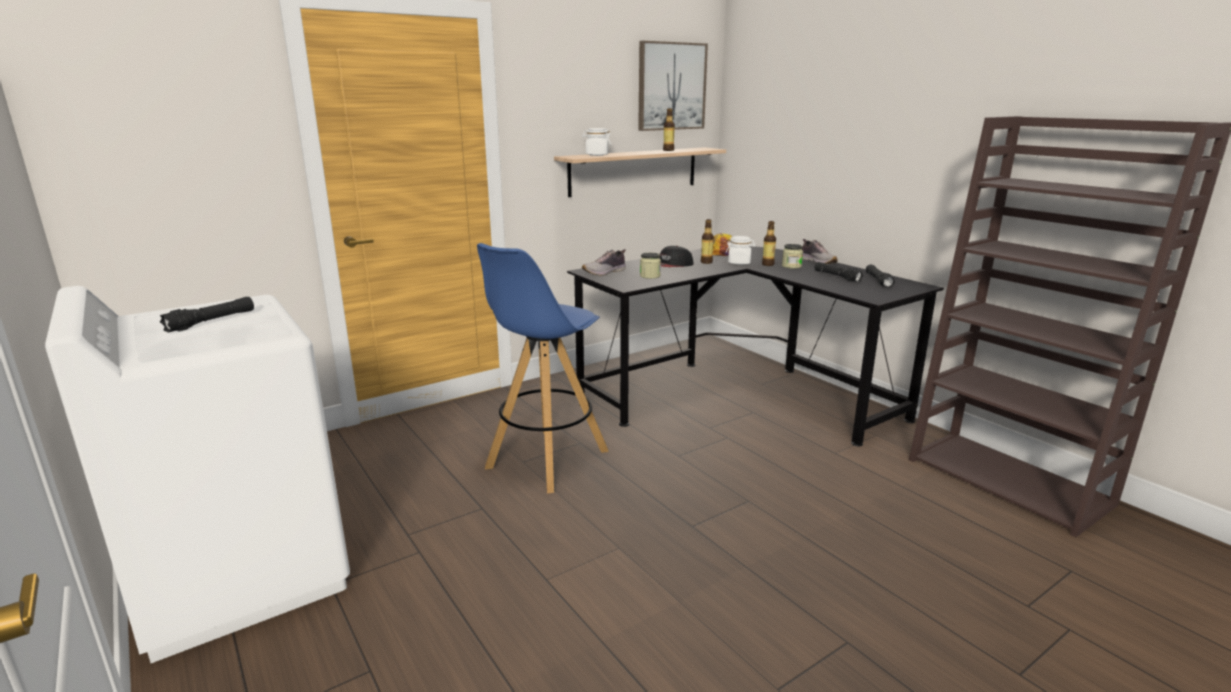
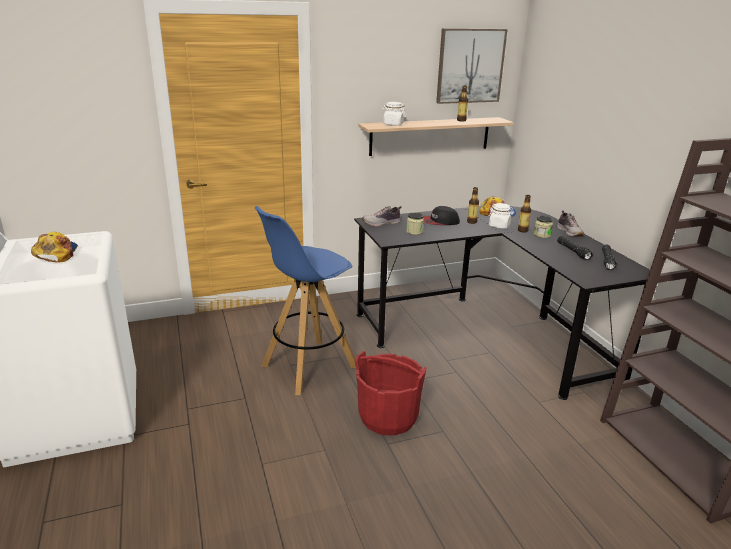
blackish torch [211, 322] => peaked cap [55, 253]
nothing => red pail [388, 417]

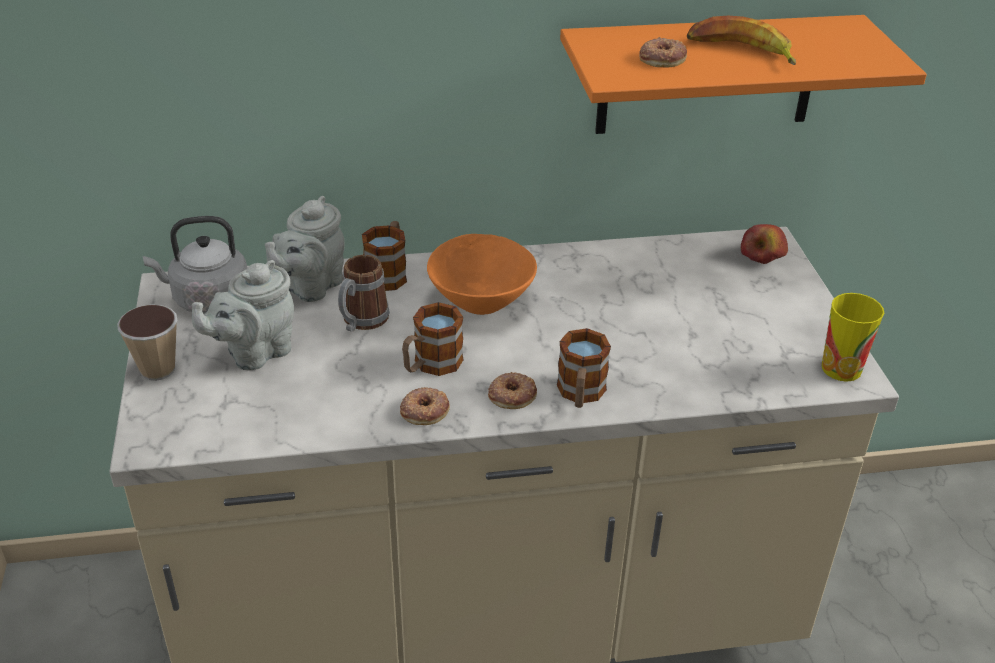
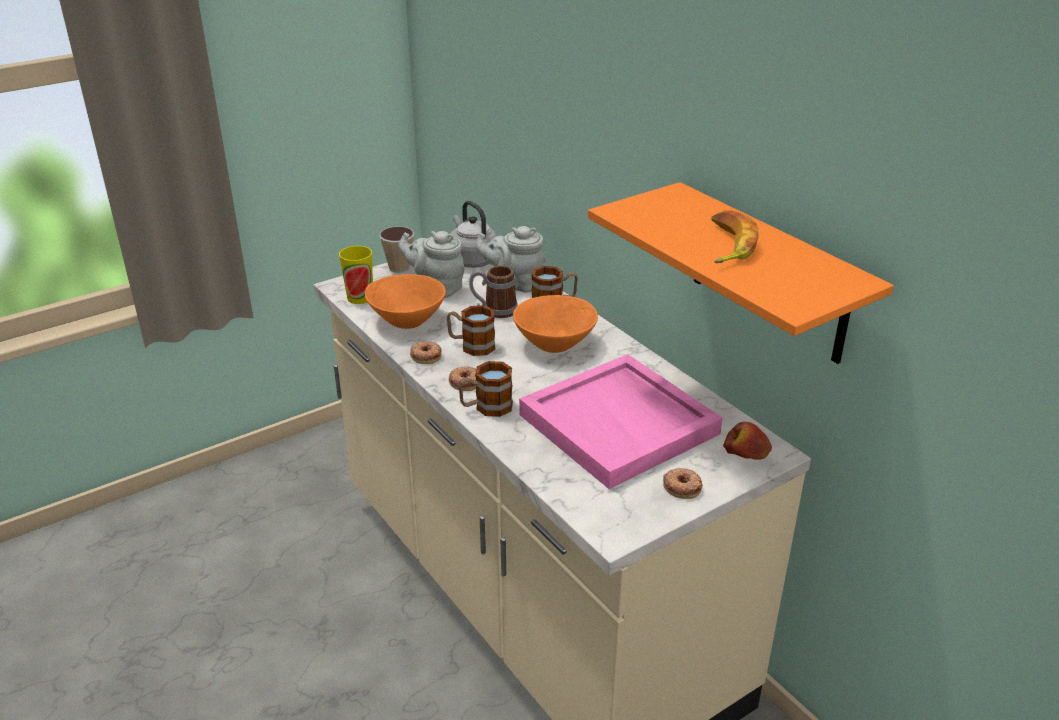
drinking cup [841, 368] => drinking cup [360, 297], moved
nothing => orange deep dish [406, 320]
nothing => pink tray [620, 424]
donut [662, 58] => donut [682, 486], moved

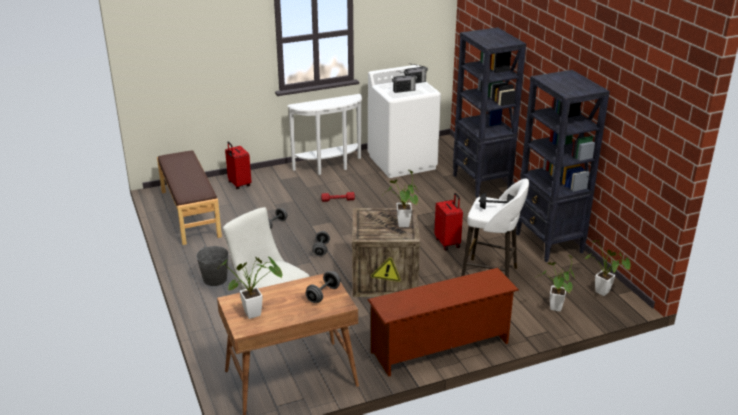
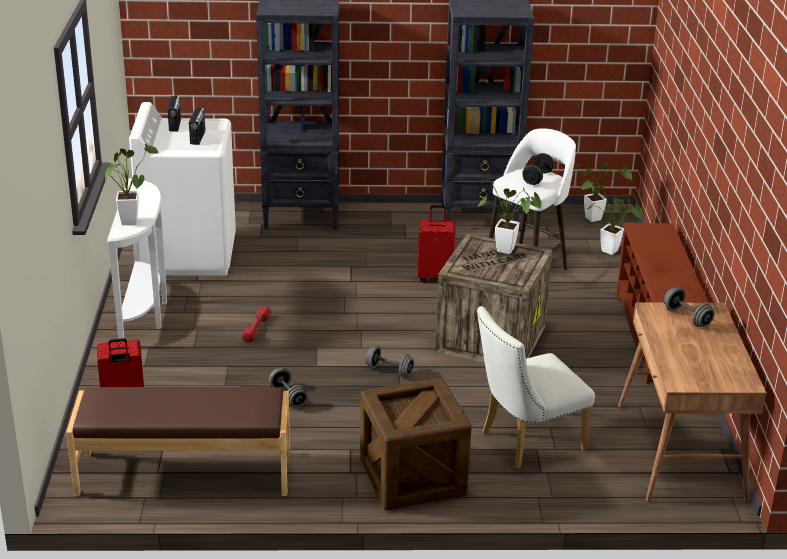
plant in a pot [256, 313] => plant in a pot [130, 220], moved
greyish pail [215, 279] => crate [412, 477]

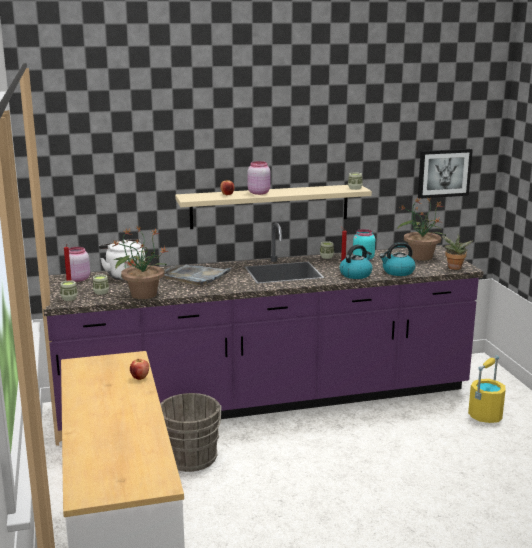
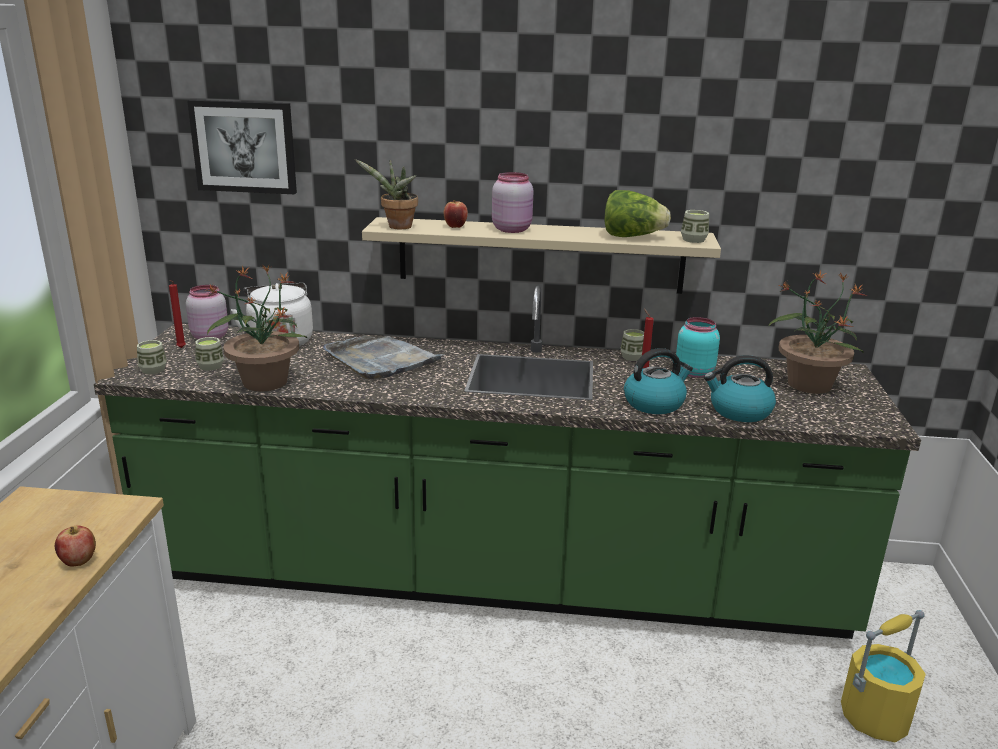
purplish kitchen counter [266, 400] => greenish kitchen counter [494, 578]
wall picture [444, 173] => wall picture [244, 146], moved
plant in a pot [454, 268] => plant in a pot [397, 227], moved
nothing => lettuce head [632, 237]
greyish pail [190, 459] => nothing

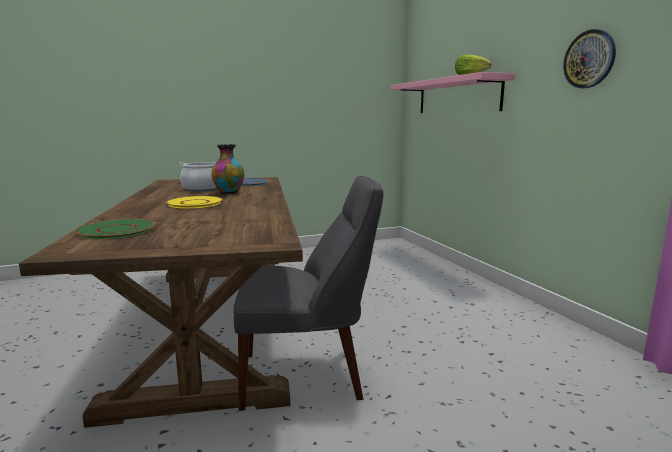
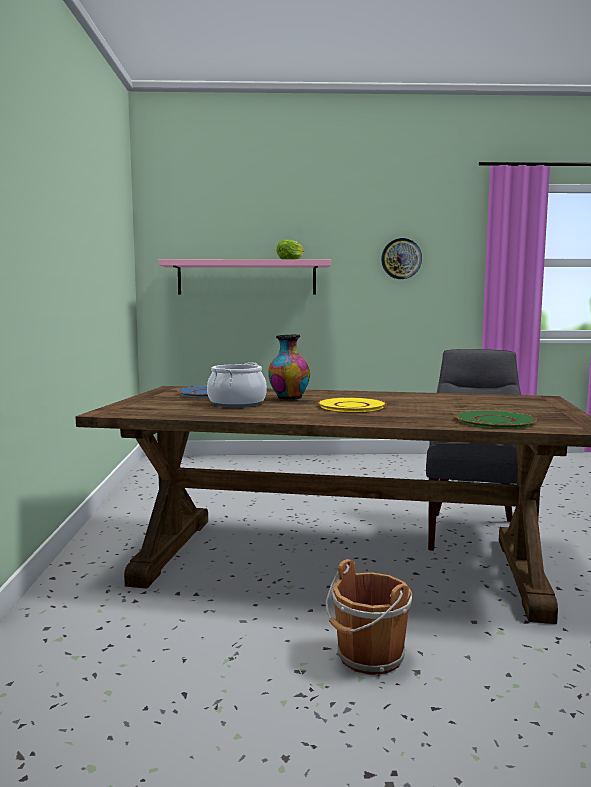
nothing => brown-coloured pail [368, 657]

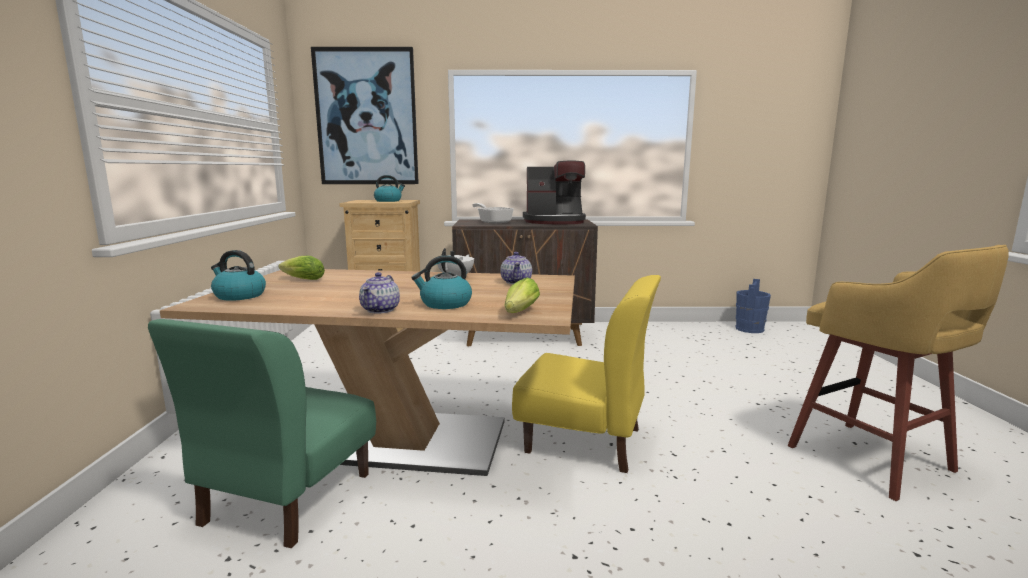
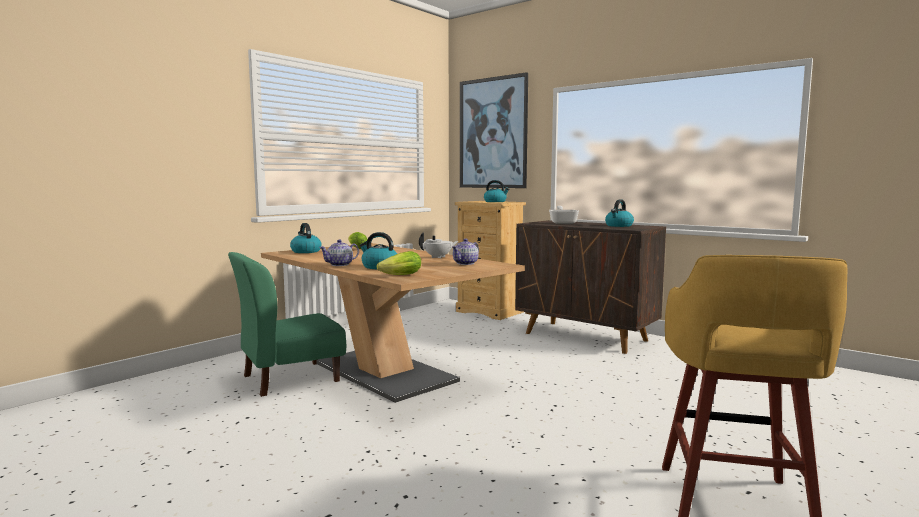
coffee brewer [554, 221] => water kettle [619, 226]
yellow-coloured chair [584, 440] => nothing
blue-coloured pail [749, 329] => nothing

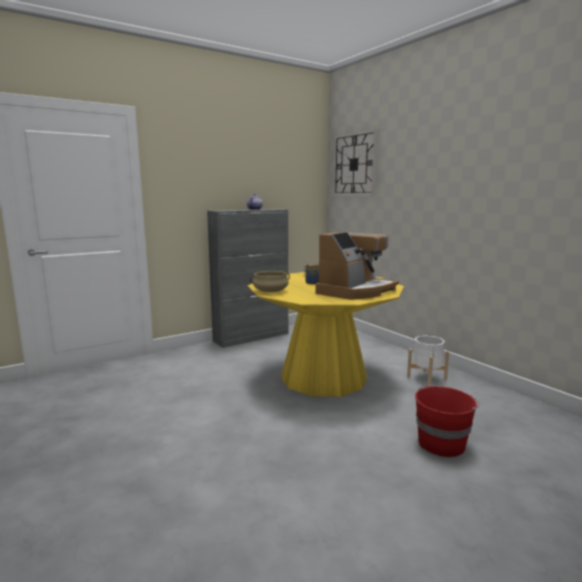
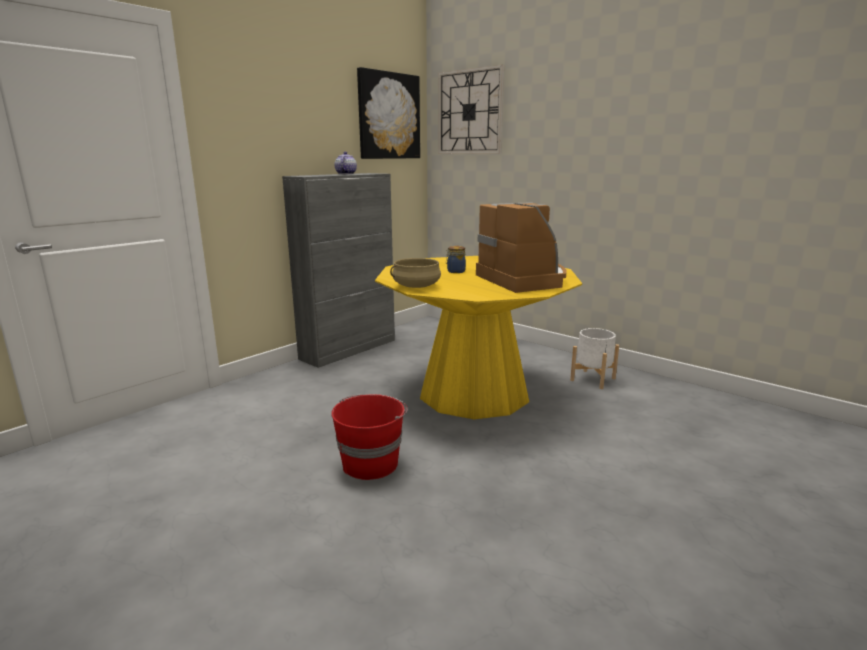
red pail [441, 443] => red pail [371, 463], moved
nothing => wall picture [388, 116]
coffee brewer [355, 291] => coffee brewer [524, 279], 45 degrees counterclockwise

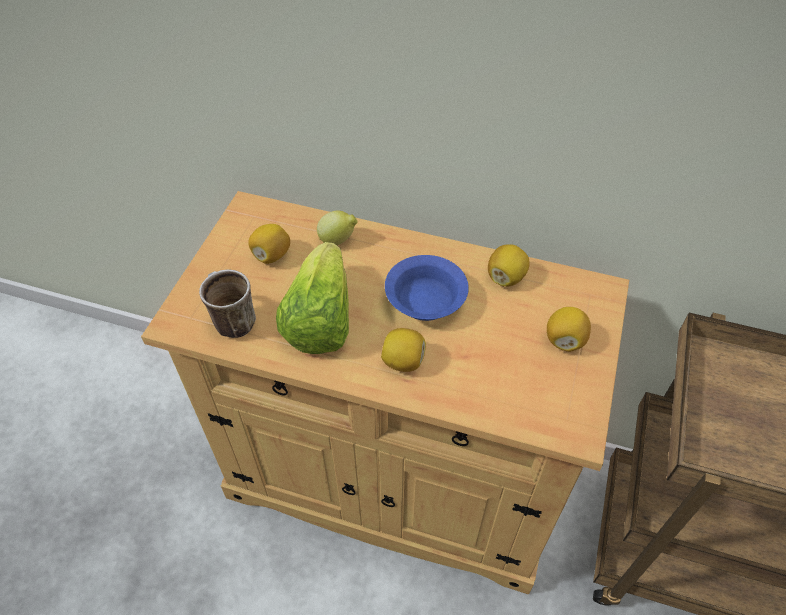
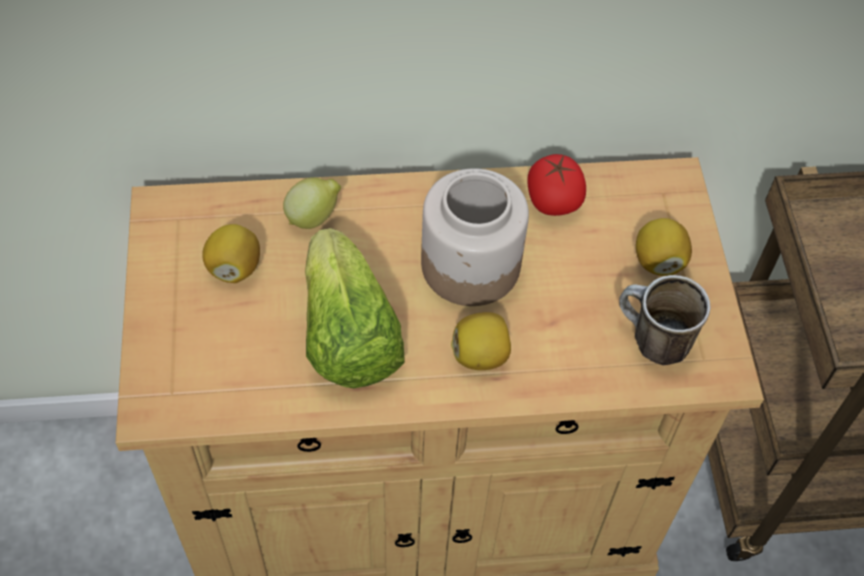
blue-coloured deep dish [427, 301] => storage jar [472, 265]
citrus fruit [506, 277] => whole tomato [553, 201]
tea mug [230, 321] => tea mug [650, 342], moved

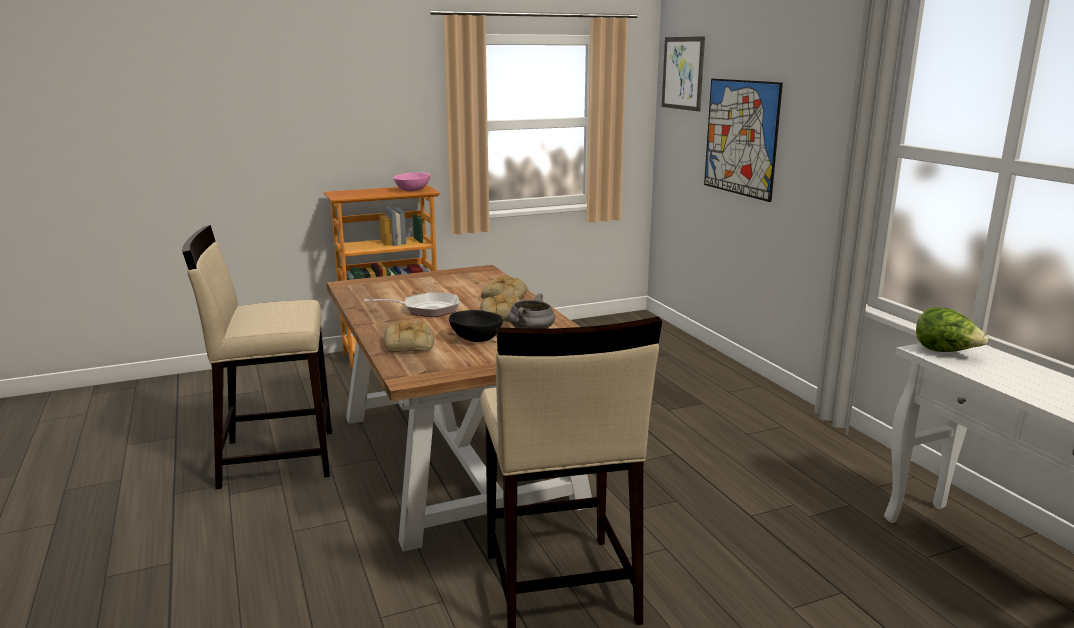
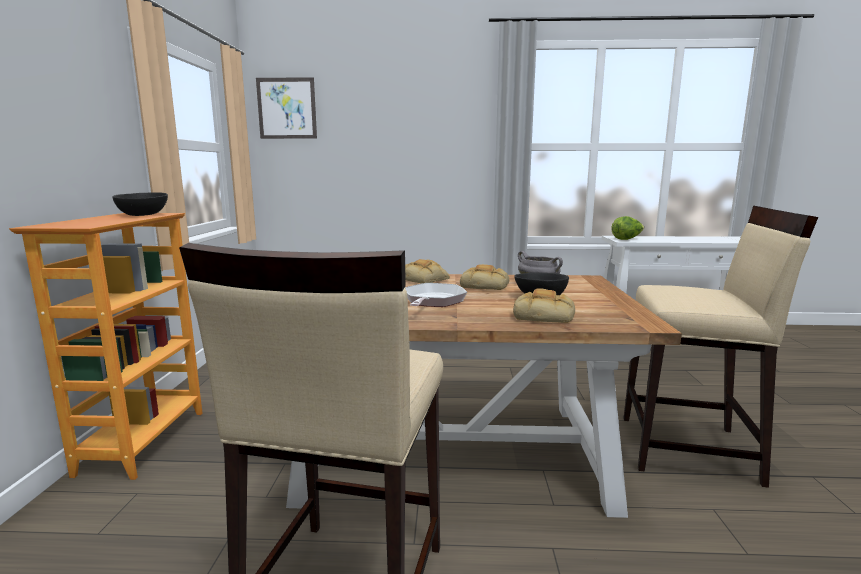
pink deep dish [413, 190] => blackish deep dish [143, 215]
wall picture [741, 137] => nothing

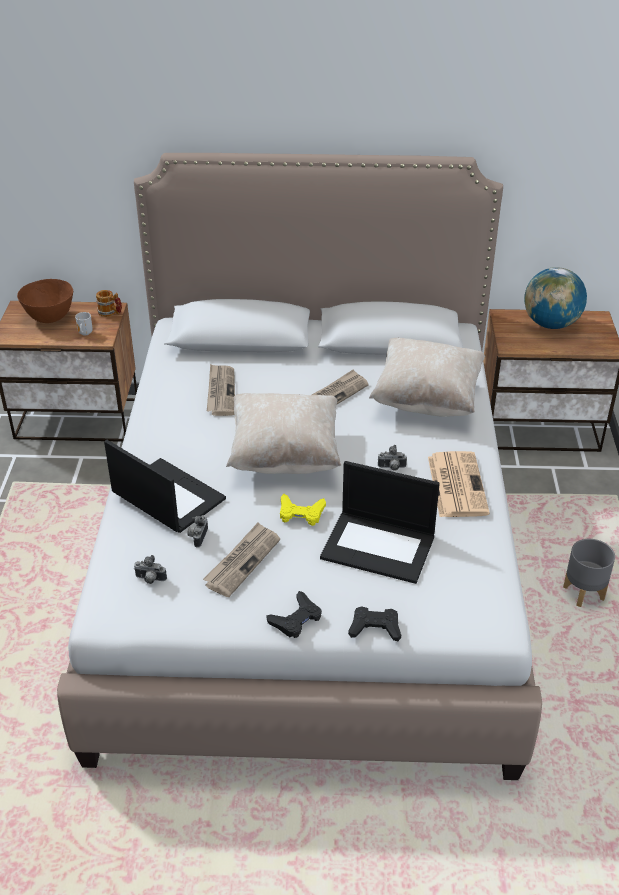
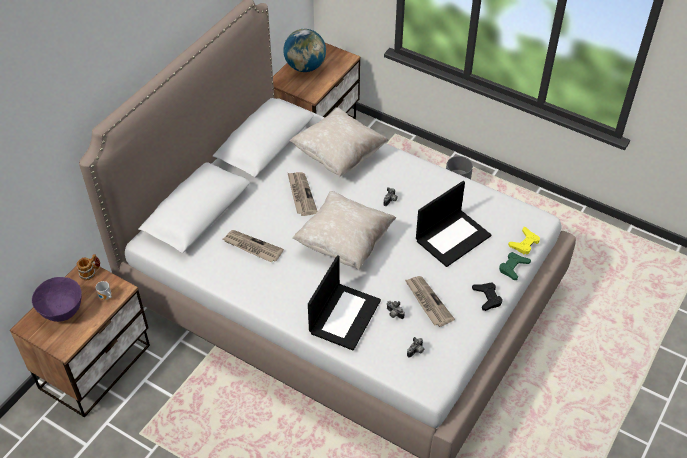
brown-coloured deep dish [50, 318] => purplish deep dish [63, 312]
portable computer [166, 496] => portable computer [344, 315], 135 degrees clockwise
blackish gamepad [375, 628] => greenish gamepad [513, 267]
yellow-coloured gamepad [301, 513] => yellow-coloured gamepad [524, 243], moved
printed paper [456, 484] => nothing

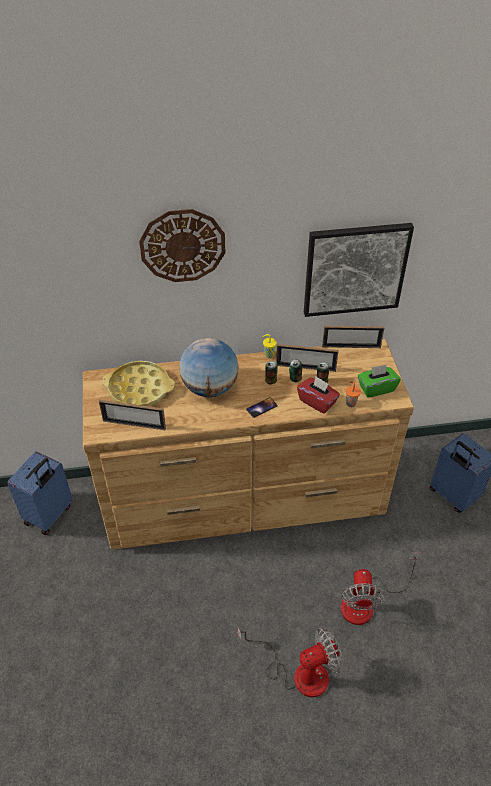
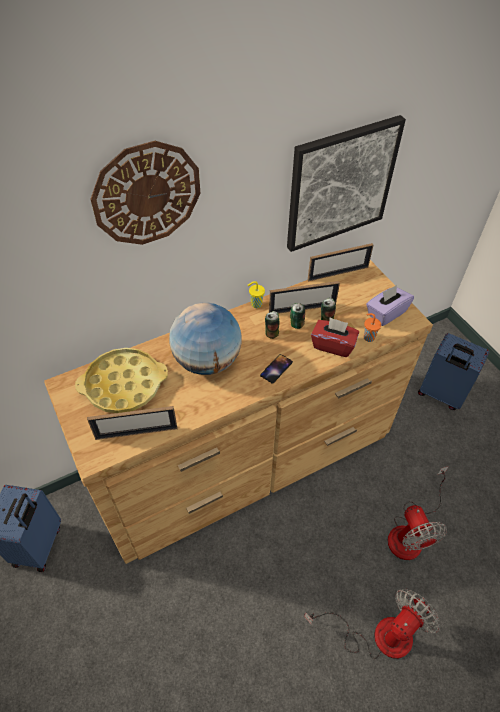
greenish tissue holder [376, 388] => purplish tissue holder [386, 313]

